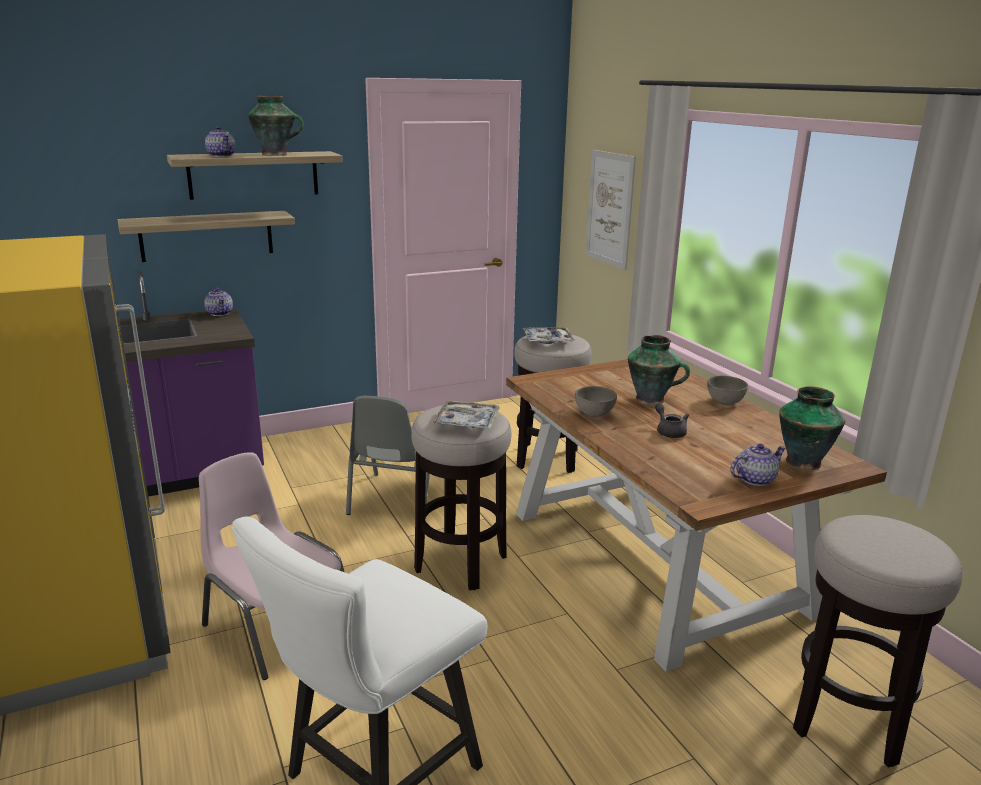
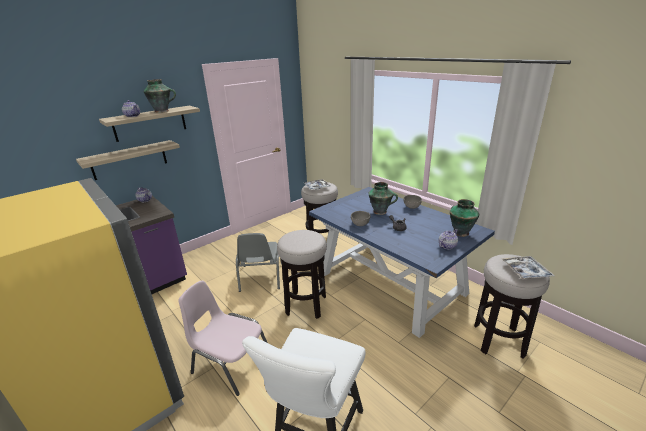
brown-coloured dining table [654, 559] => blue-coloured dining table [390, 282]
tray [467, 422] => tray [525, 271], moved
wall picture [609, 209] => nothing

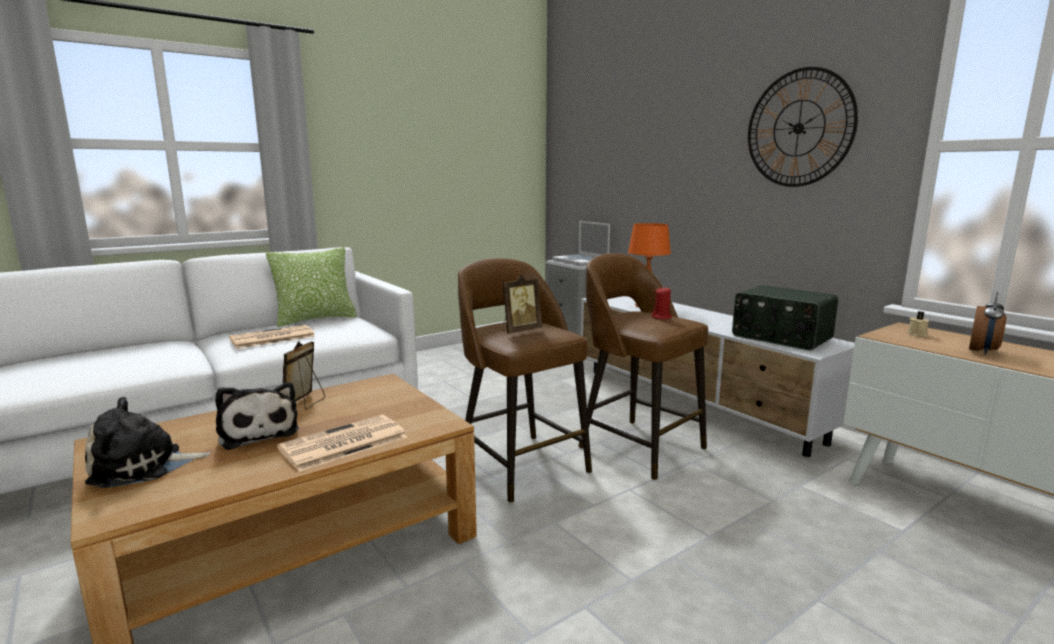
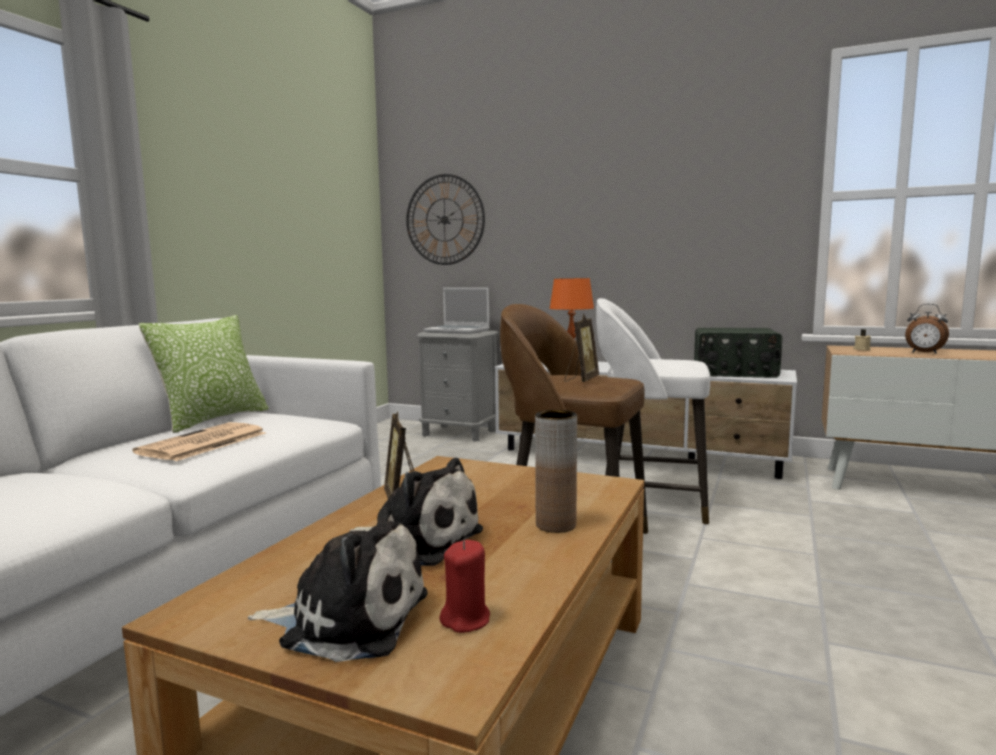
soft toy [142, 467] => soft toy [348, 619], 120 degrees counterclockwise
wall clock [799, 128] => wall clock [444, 220], moved
red candle [661, 317] => red candle [466, 620], moved
printed paper [342, 444] => brown-coloured vase [556, 525]
brown-coloured stool [638, 446] => whitish stool [650, 501]
bedside clock [983, 351] => bedside clock [924, 353], 120 degrees clockwise

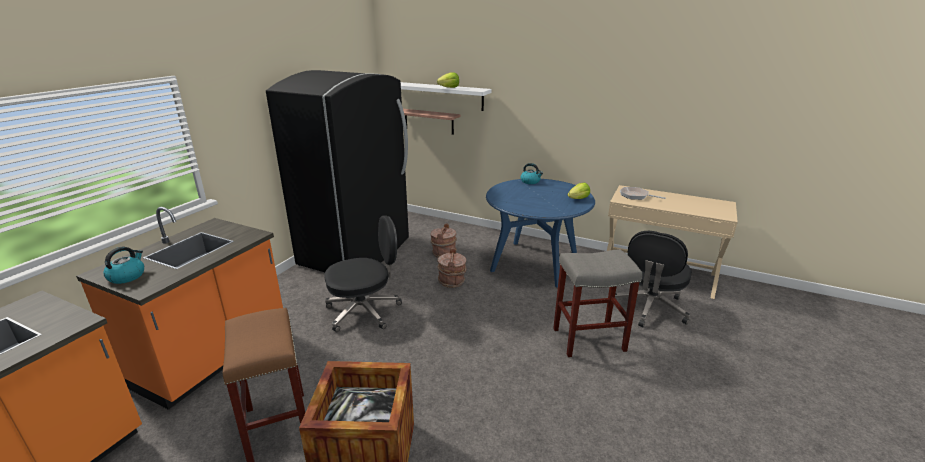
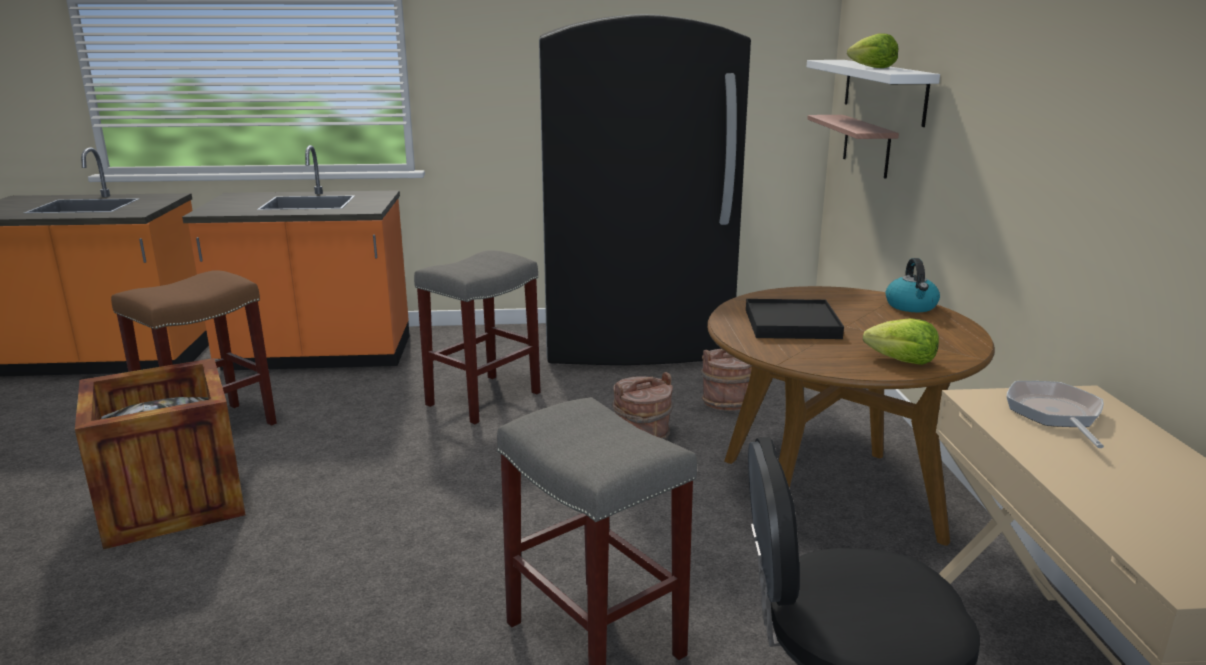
blackish computer chair [365, 311] => greyish stool [483, 399]
blue-coloured dining table [534, 263] => brown-coloured dining table [828, 498]
nothing => blackish tray [791, 324]
water kettle [127, 276] => nothing

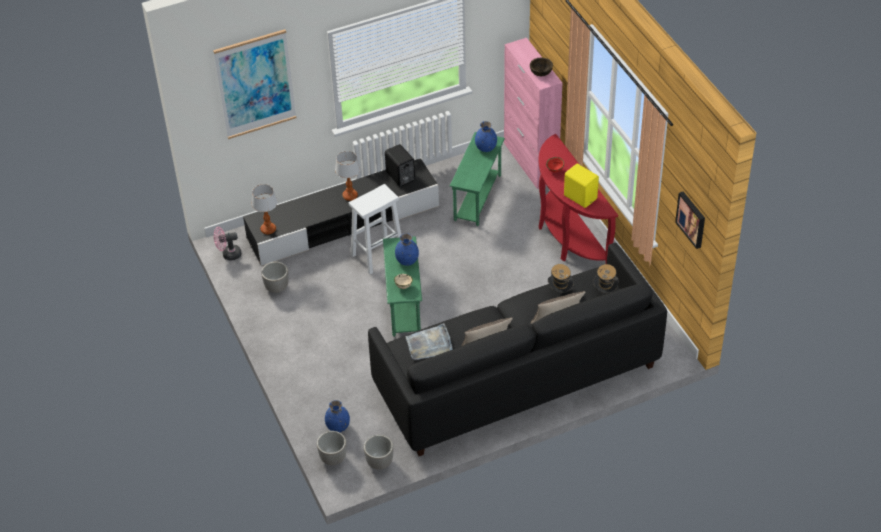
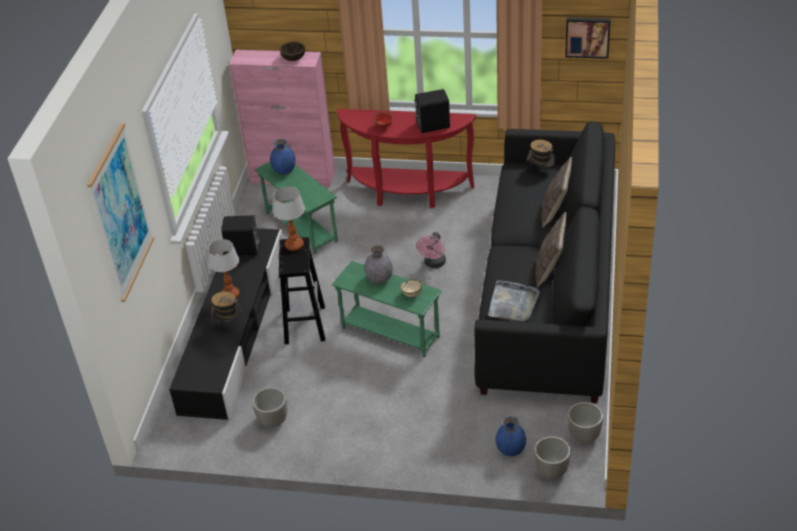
hat [560, 292] => hat [228, 324], moved
lamp for a table [268, 229] => lamp for a table [294, 245], moved
whitish stool [378, 255] => blackish stool [304, 324]
blue-coloured vase [407, 260] => greyish vase [379, 279]
yellow-coloured loudspeaker [580, 196] => blackish loudspeaker [432, 125]
pink fan [228, 254] => pink fan [434, 264], moved

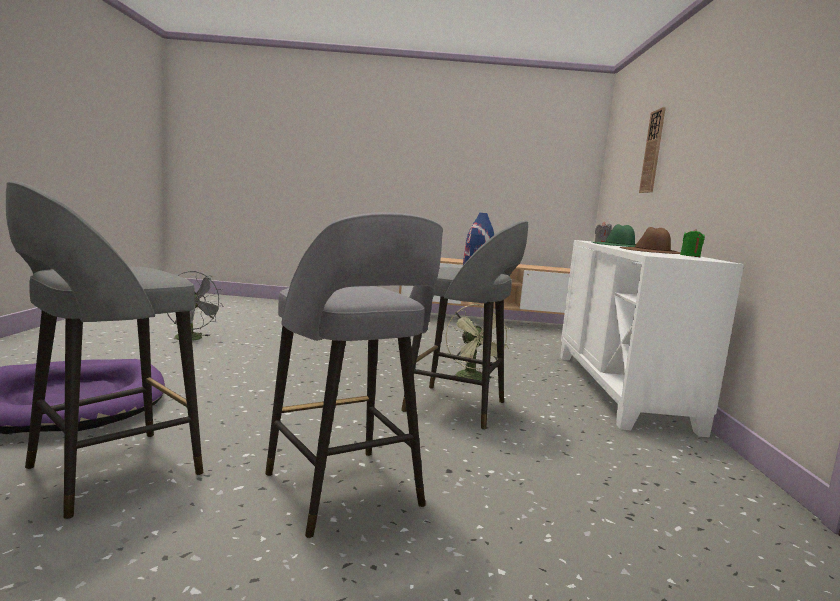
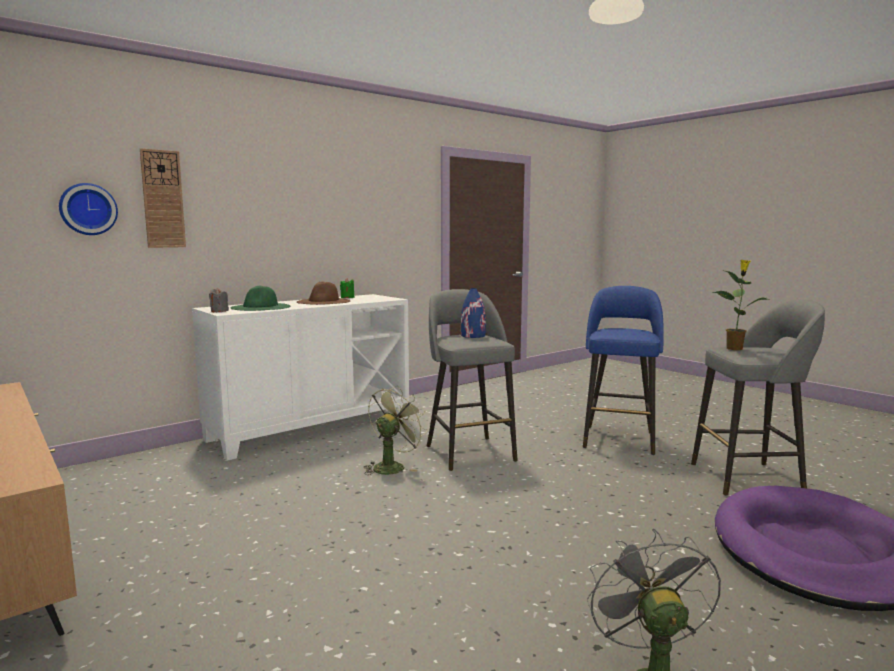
nothing => wall clock [88, 209]
greyish stool [344, 492] => blue-coloured stool [619, 439]
nothing => plant in a pot [735, 348]

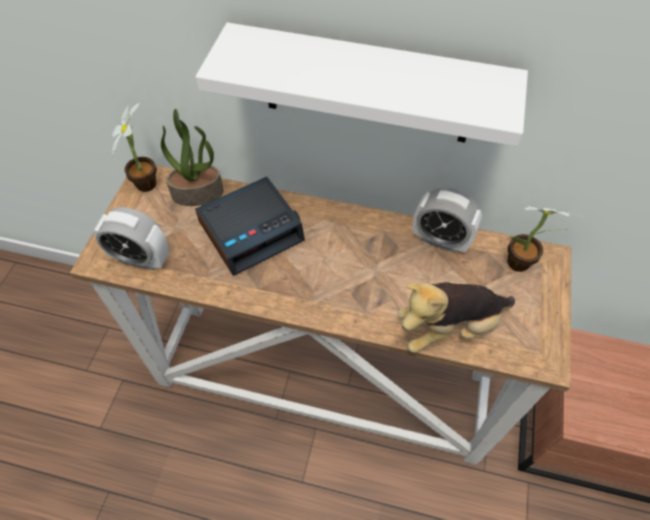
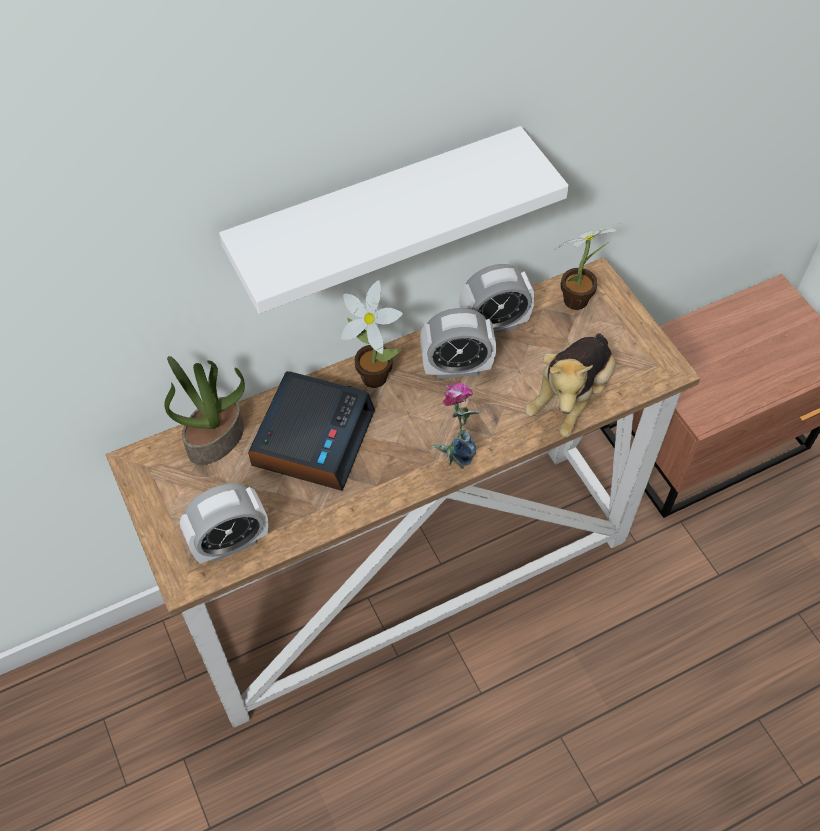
plant in a pot [147, 181] => plant in a pot [372, 374], moved
nothing => bedside clock [456, 368]
nothing => vase [453, 466]

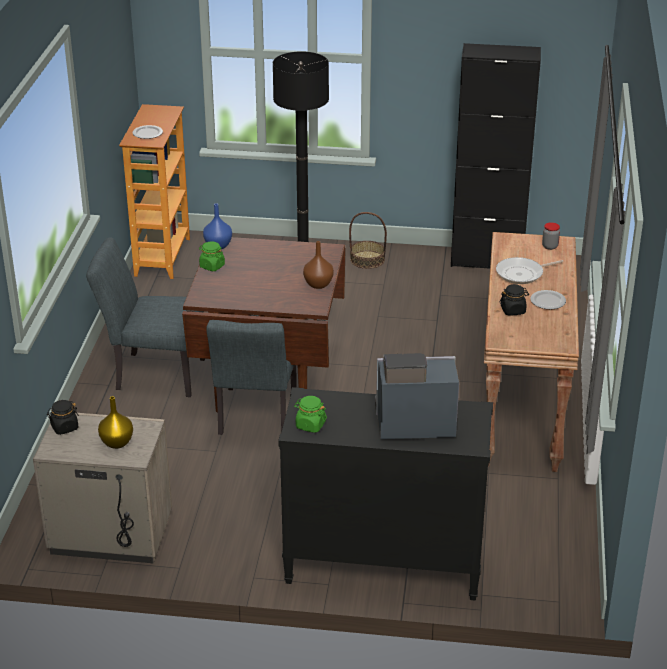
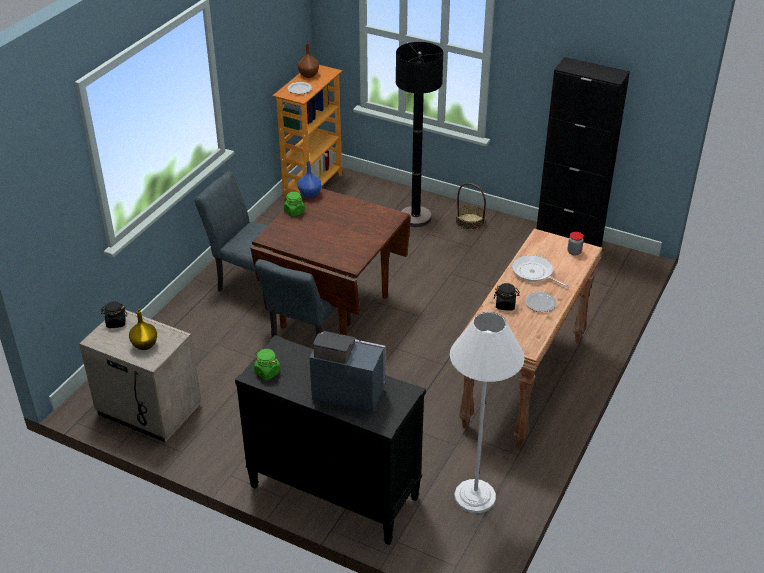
brown-coloured vase [317, 284] => brown-coloured vase [308, 75], moved
nothing => whitish standing lamp [475, 497]
frying pan [522, 274] => frying pan [534, 273], 45 degrees clockwise

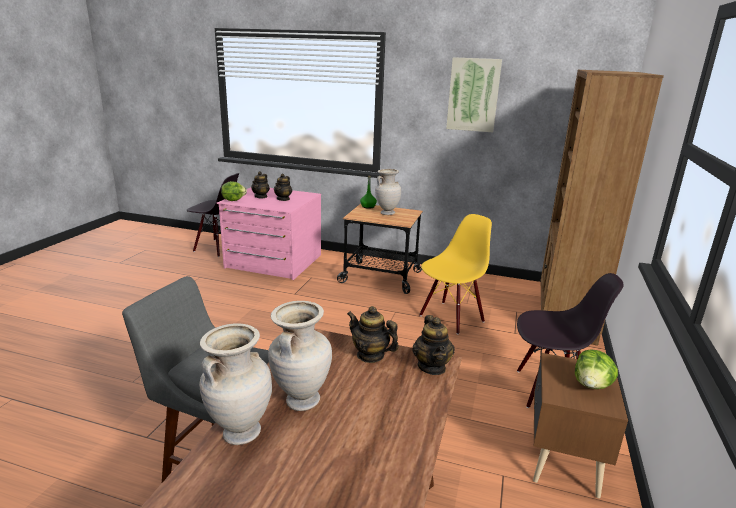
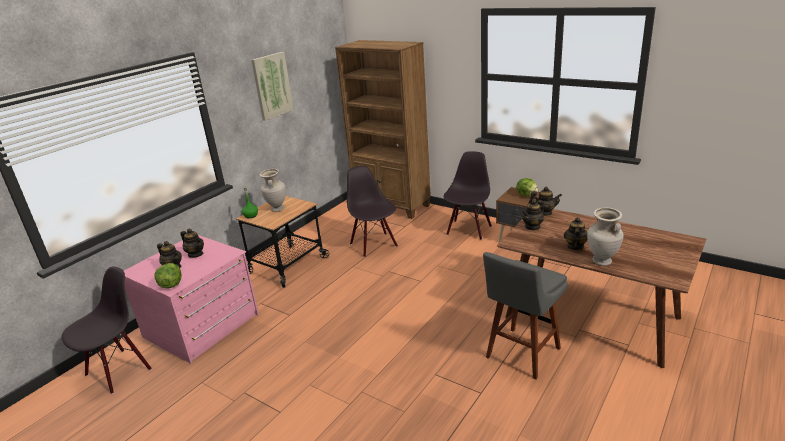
yellow-coloured chair [451, 318] => blackish chair [374, 245]
beige vase [301, 401] => teapot [575, 246]

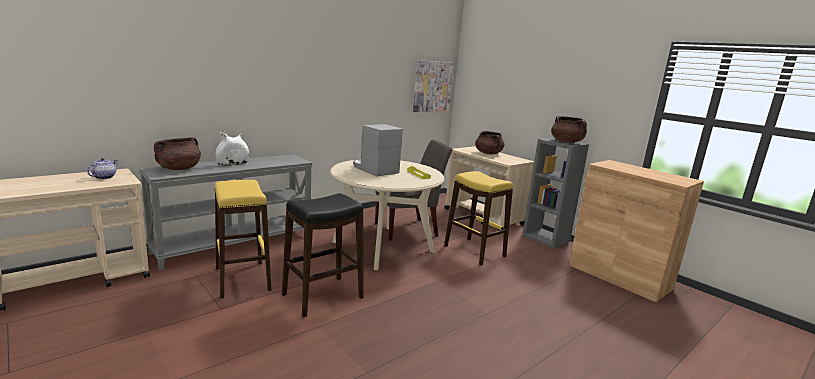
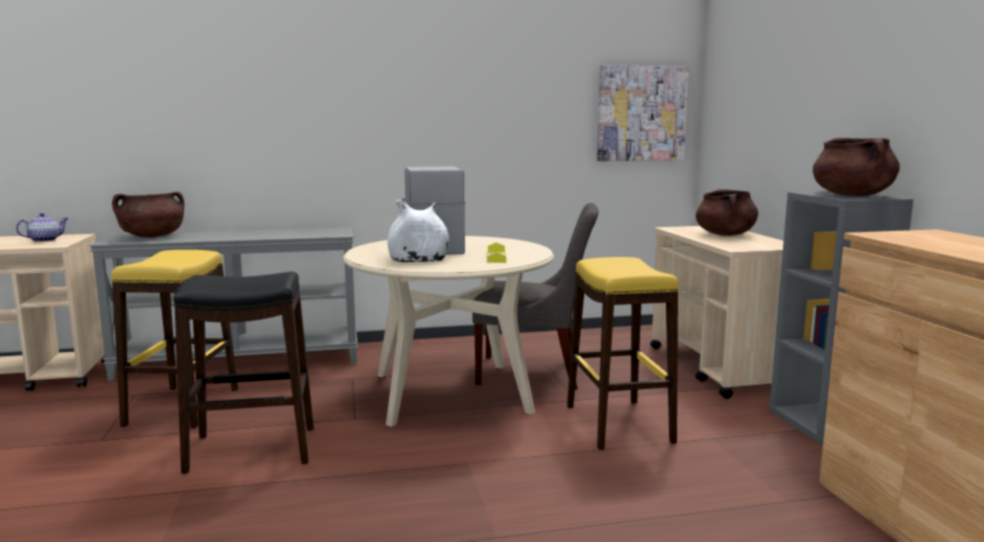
whitish vase [233, 164] => whitish vase [418, 261], moved

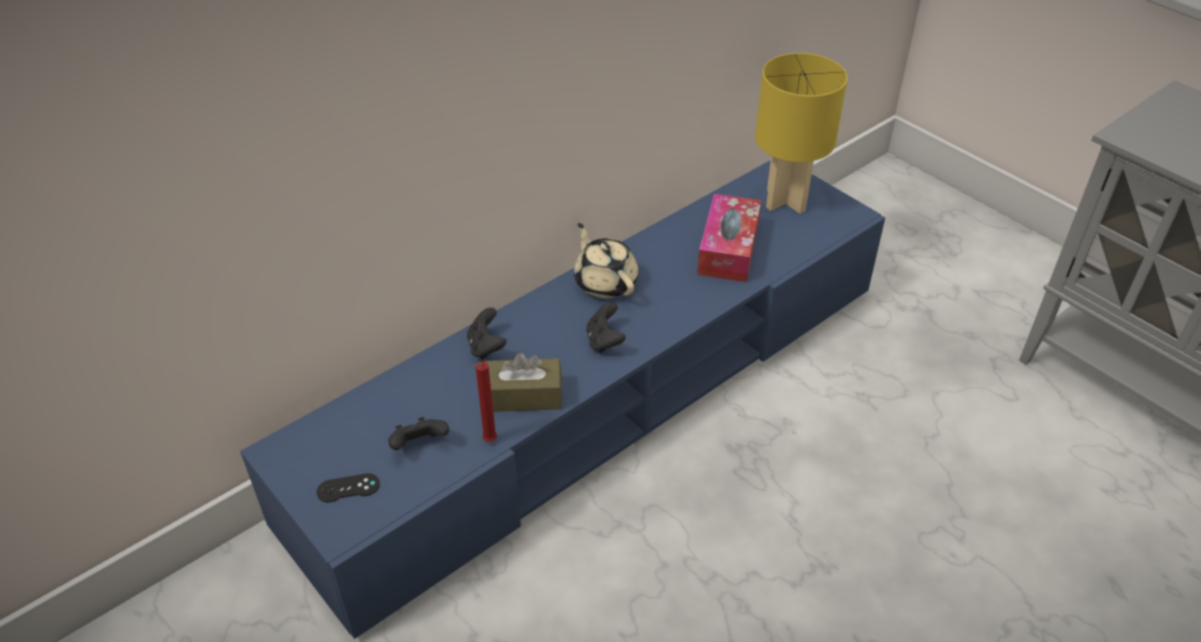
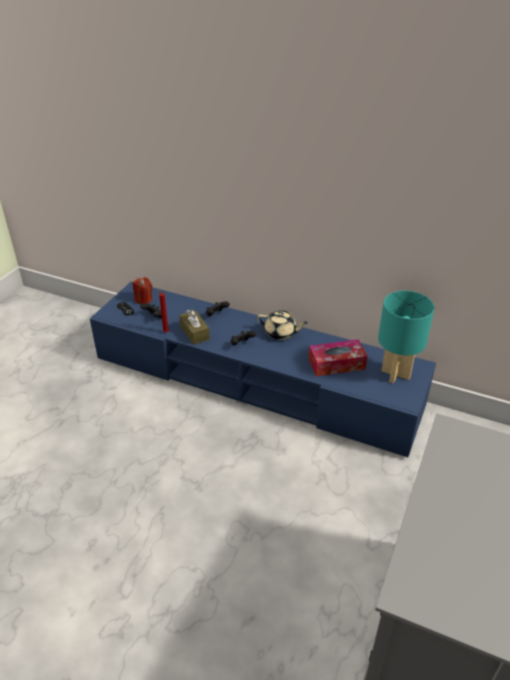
nothing => red candle [143, 299]
beige teapot [605, 282] => beige teapot [281, 333], 75 degrees clockwise
yellow-coloured lamp for a table [784, 200] => turquoise-coloured lamp for a table [395, 374]

